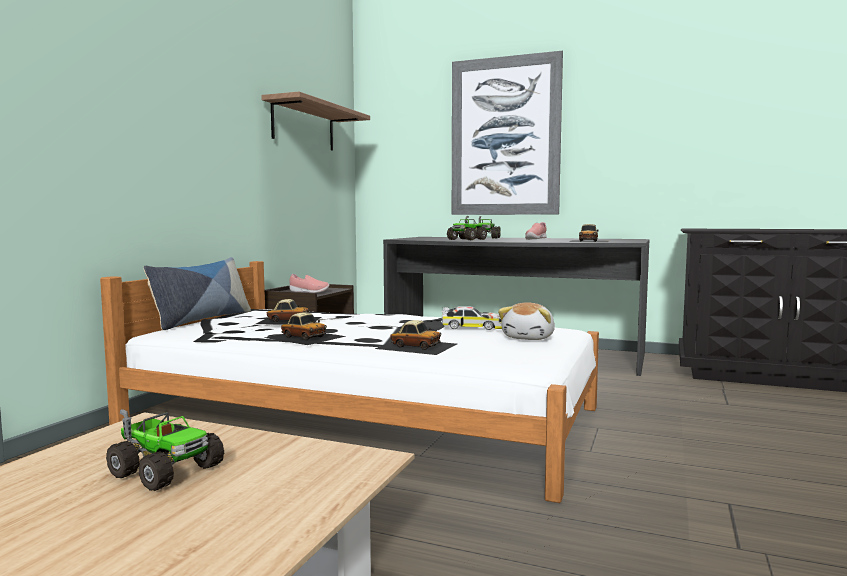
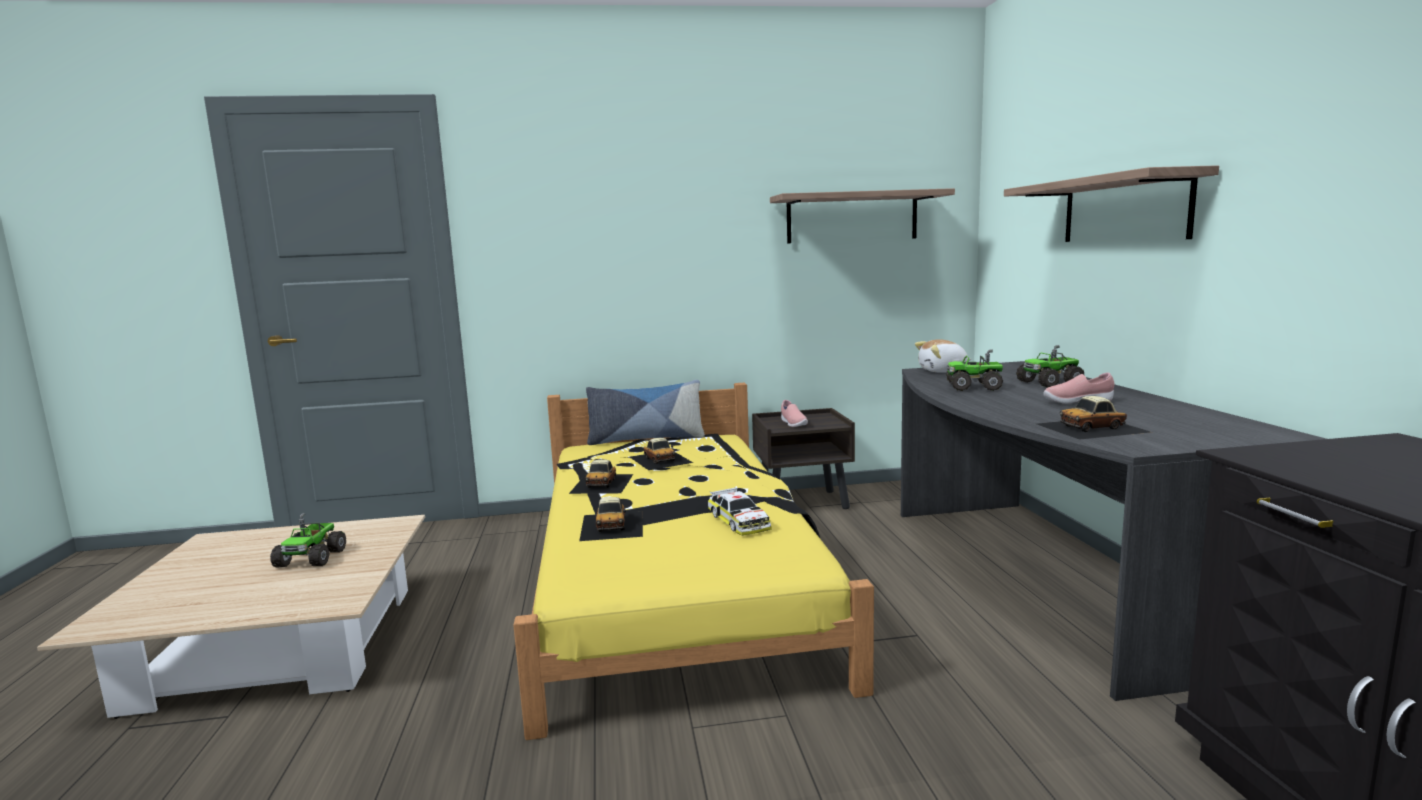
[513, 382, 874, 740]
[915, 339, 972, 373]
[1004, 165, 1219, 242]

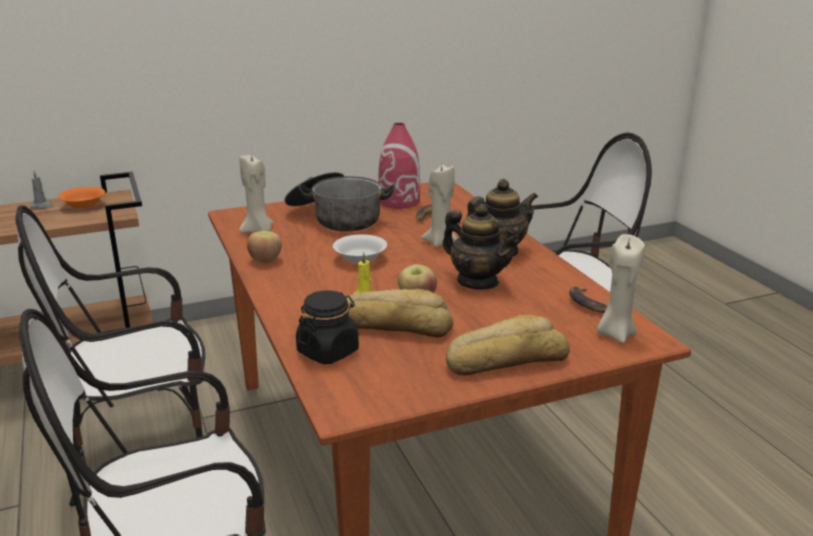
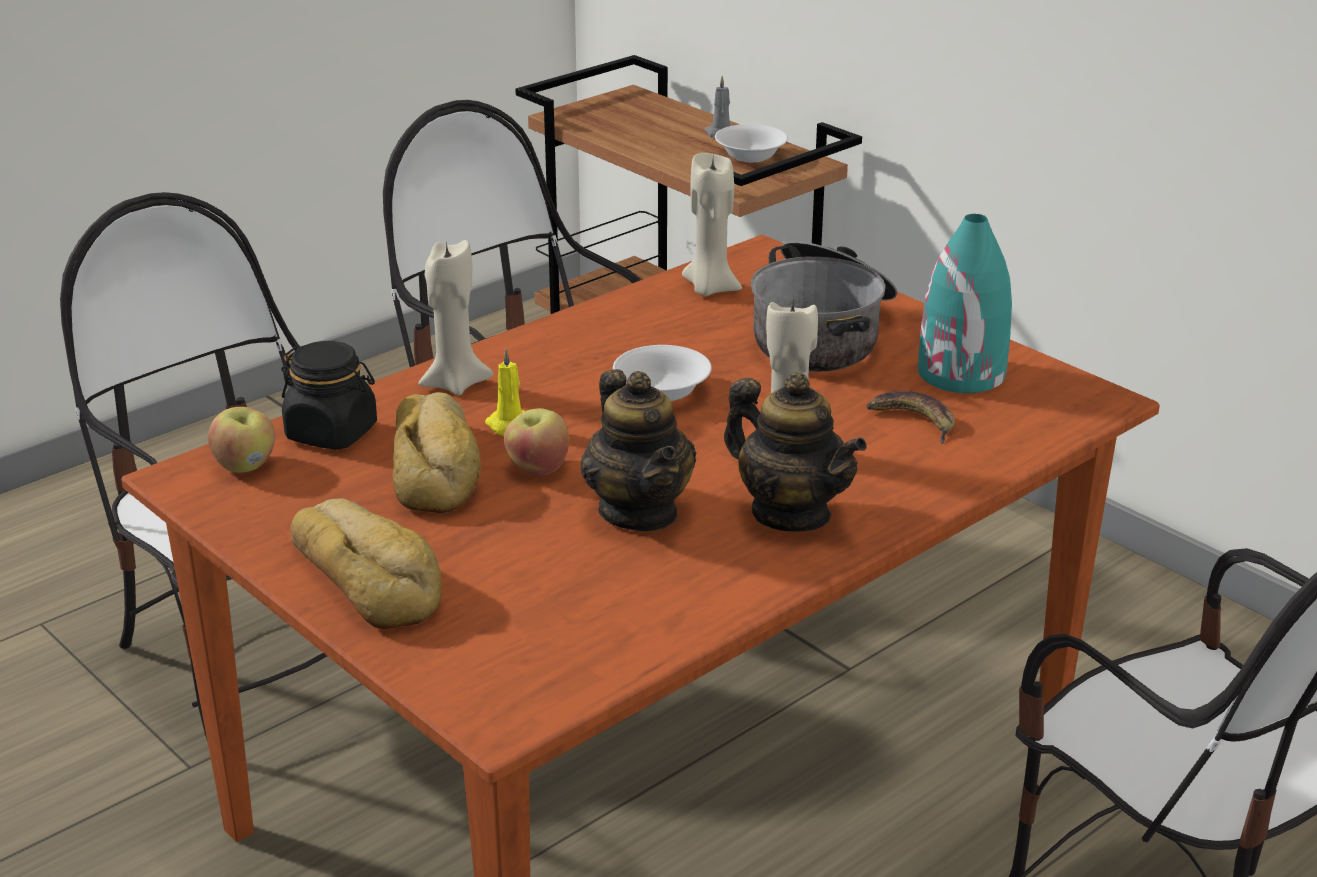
[208, 407, 275, 473]
[418, 240, 493, 395]
[581, 369, 696, 531]
[715, 124, 788, 163]
[918, 214, 1012, 393]
[569, 287, 608, 313] (first image)

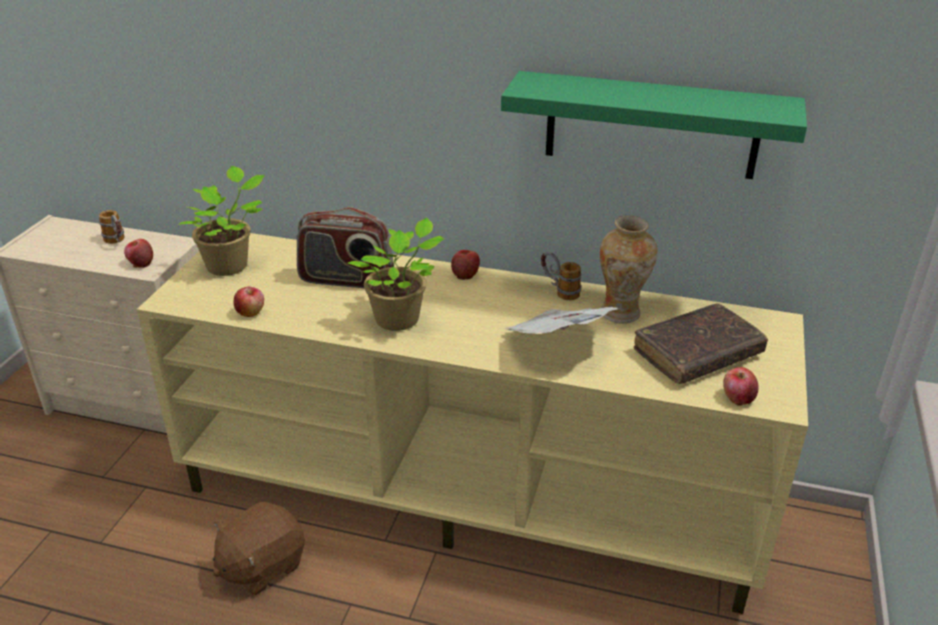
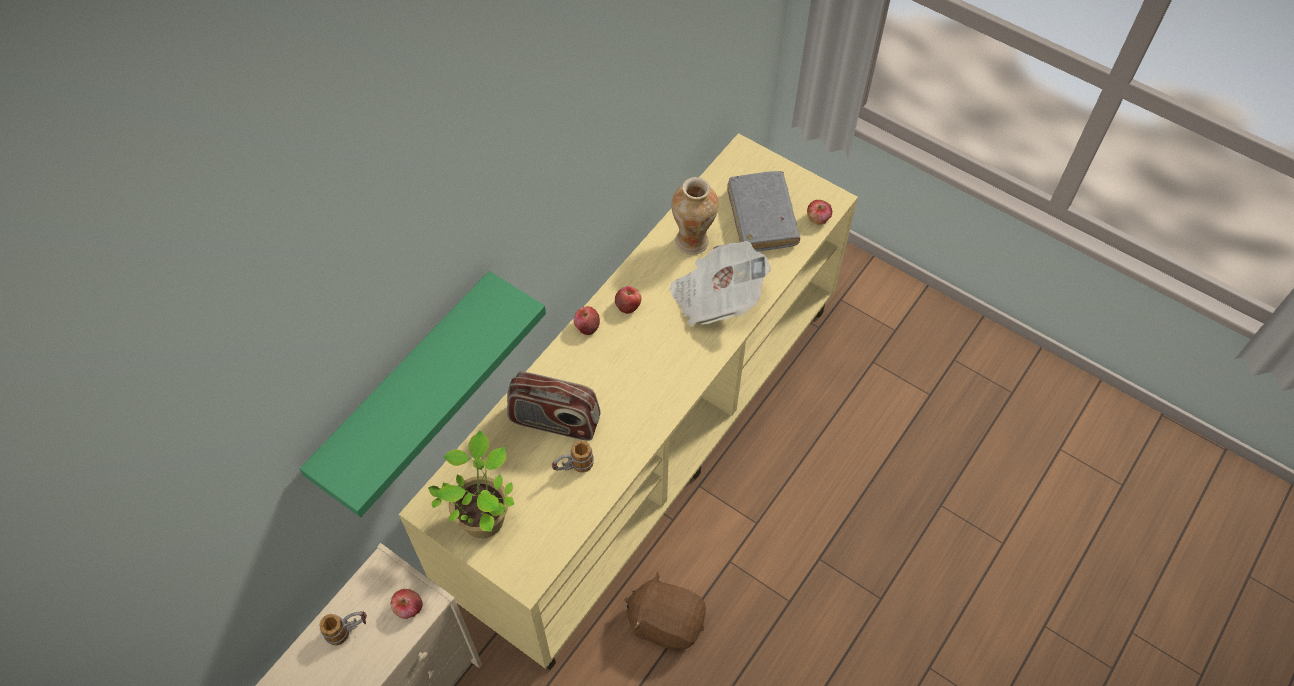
[300, 271, 546, 518]
[507, 372, 600, 441]
[552, 441, 594, 473]
[615, 286, 642, 314]
[624, 571, 706, 651]
[727, 171, 800, 252]
[347, 218, 444, 331] (first image)

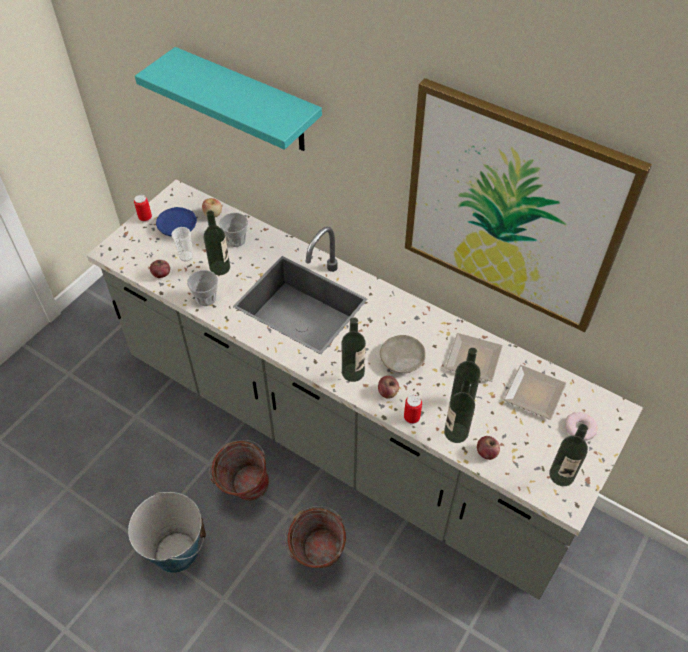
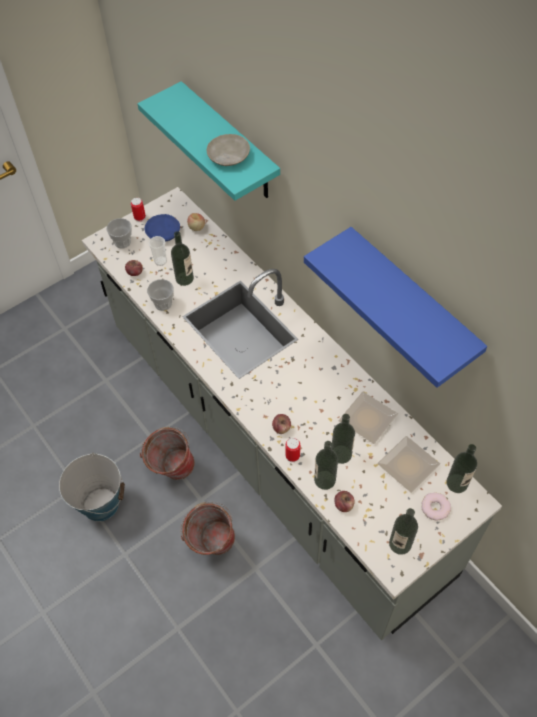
[107, 218, 132, 249]
[207, 134, 250, 166]
[304, 227, 487, 388]
[446, 444, 477, 493]

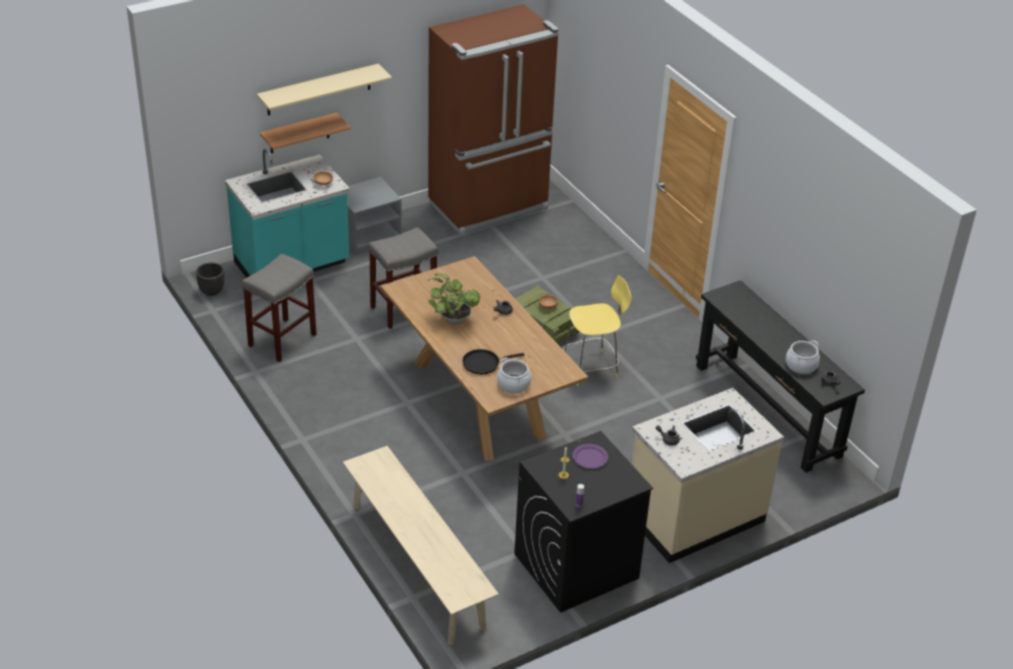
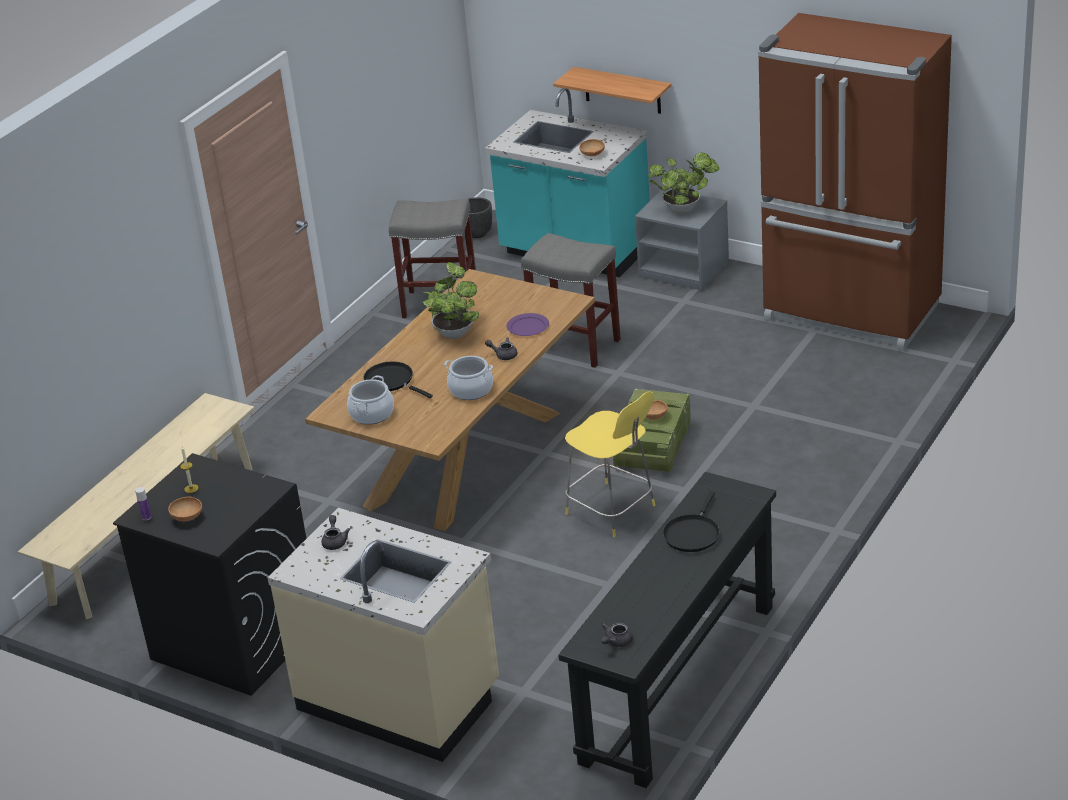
[168, 497, 202, 521]
[444, 356, 493, 400]
[507, 313, 549, 336]
[648, 152, 719, 213]
[663, 491, 720, 552]
[257, 64, 392, 115] (first image)

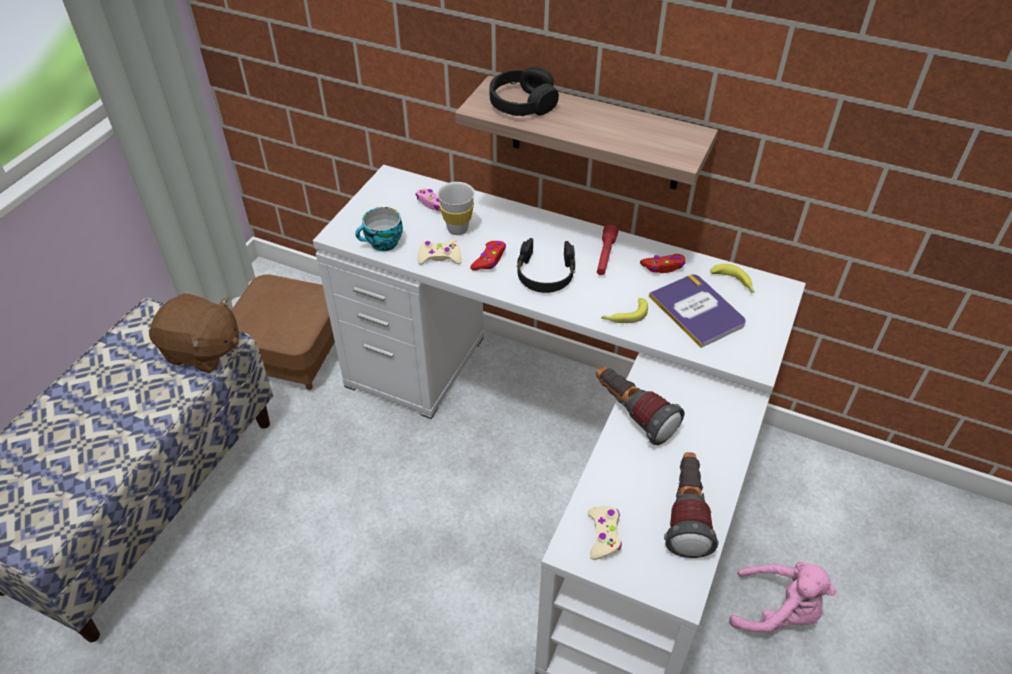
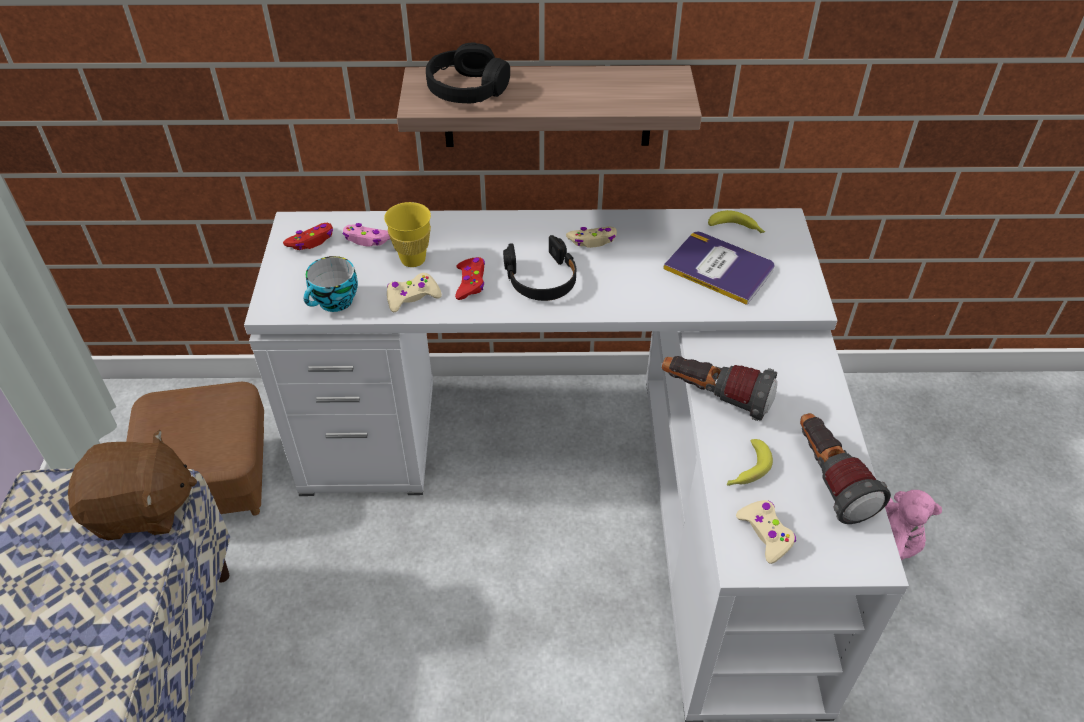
[283, 223, 333, 250]
[384, 202, 431, 267]
[566, 226, 617, 248]
[727, 439, 773, 486]

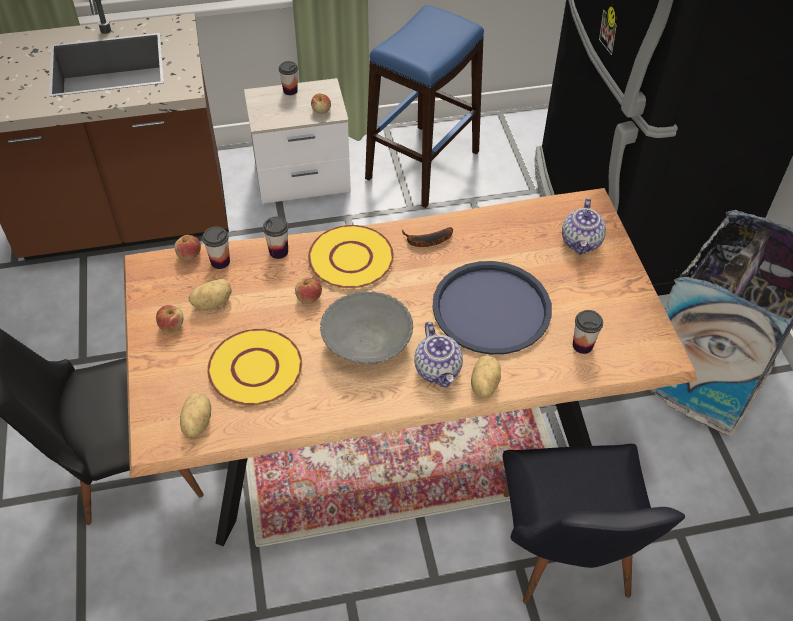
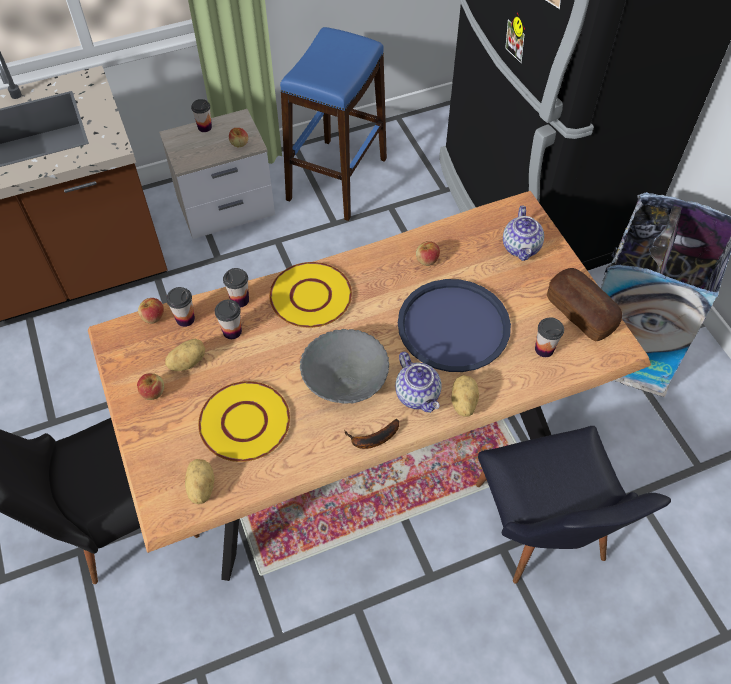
[215, 300, 242, 339]
[344, 419, 399, 449]
[416, 241, 440, 266]
[547, 268, 622, 341]

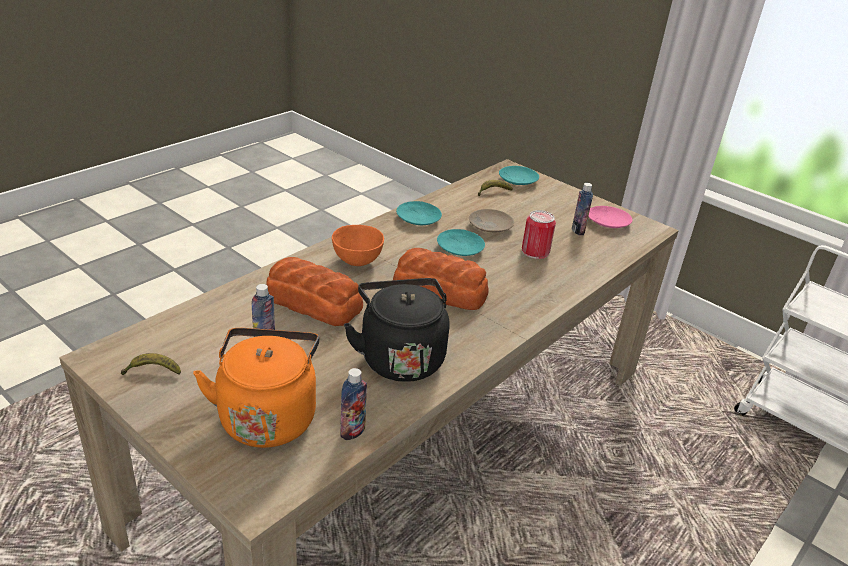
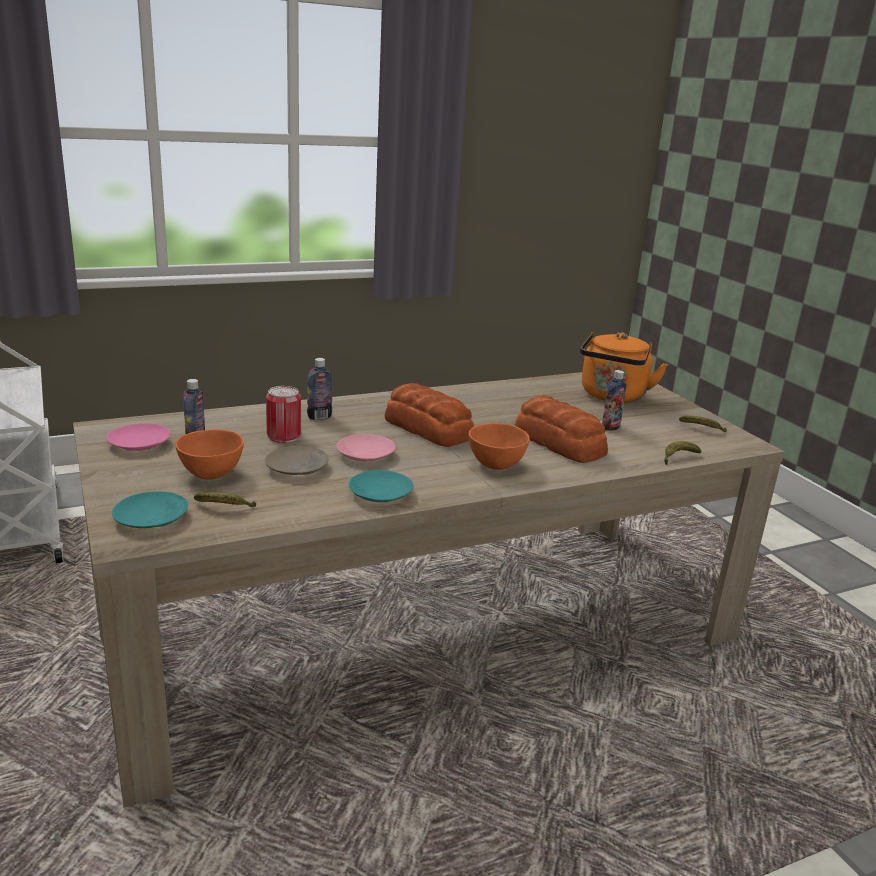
[175, 429, 244, 480]
[307, 358, 333, 420]
[336, 434, 395, 461]
[664, 441, 702, 465]
[344, 278, 449, 382] (first image)

